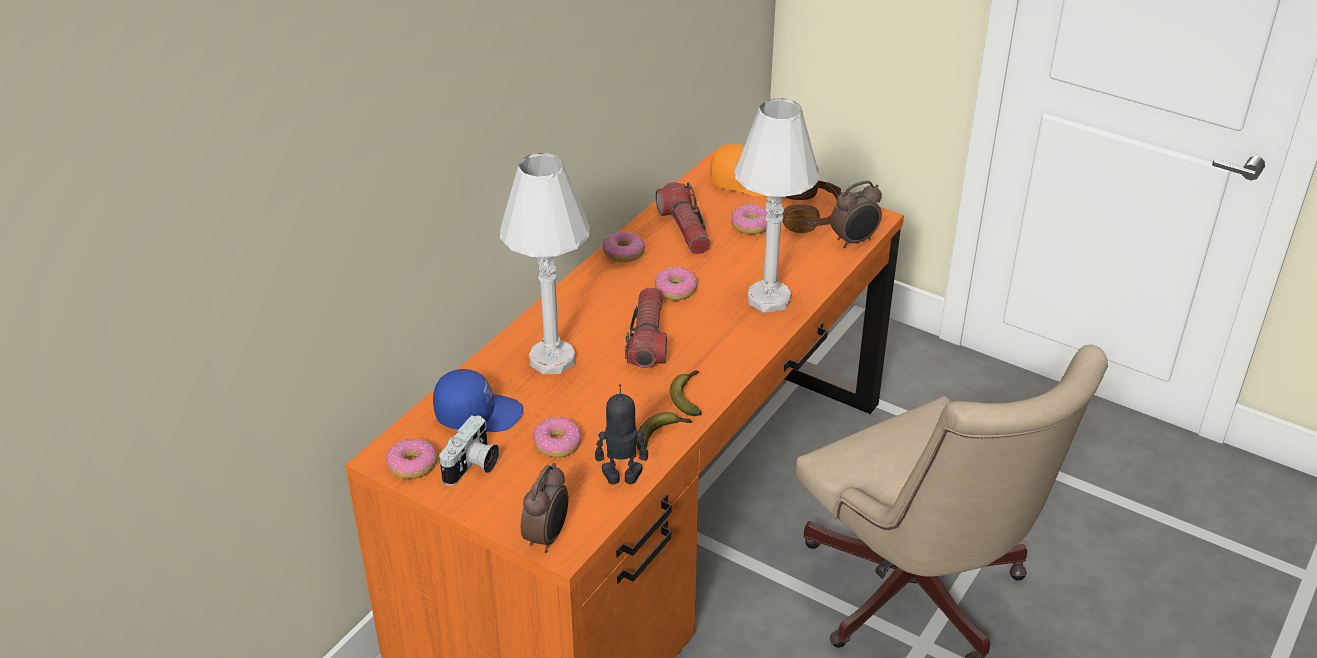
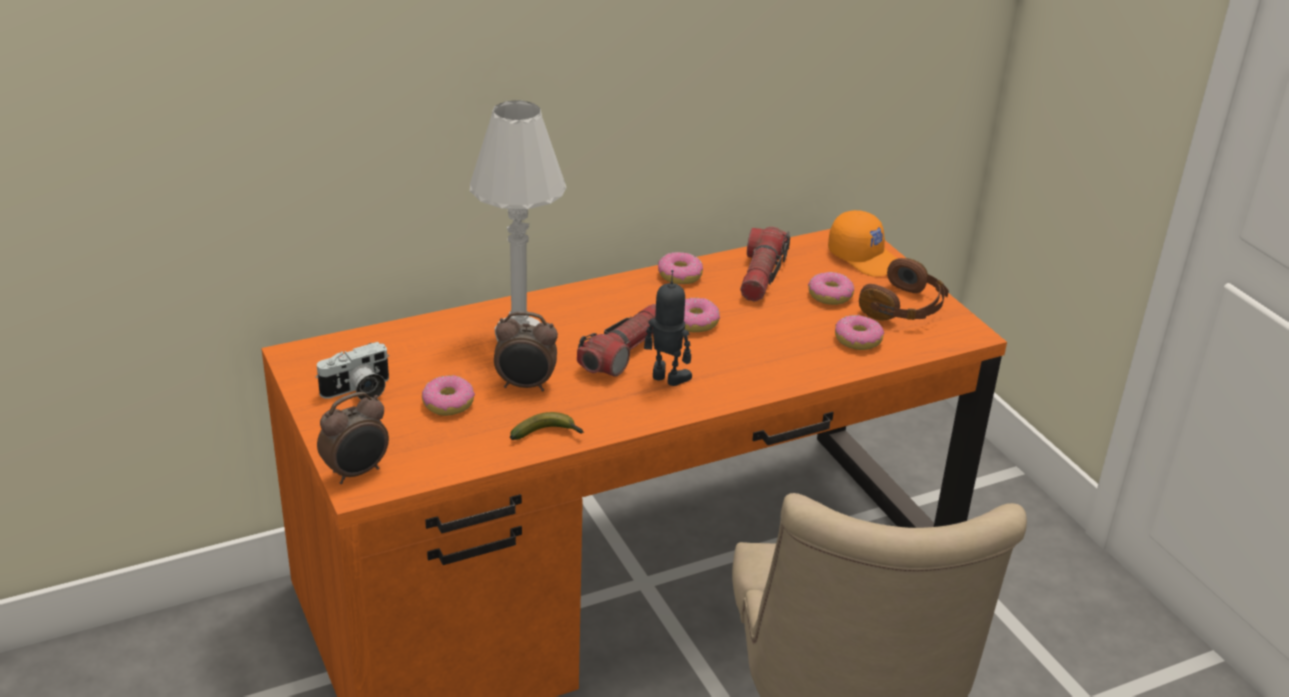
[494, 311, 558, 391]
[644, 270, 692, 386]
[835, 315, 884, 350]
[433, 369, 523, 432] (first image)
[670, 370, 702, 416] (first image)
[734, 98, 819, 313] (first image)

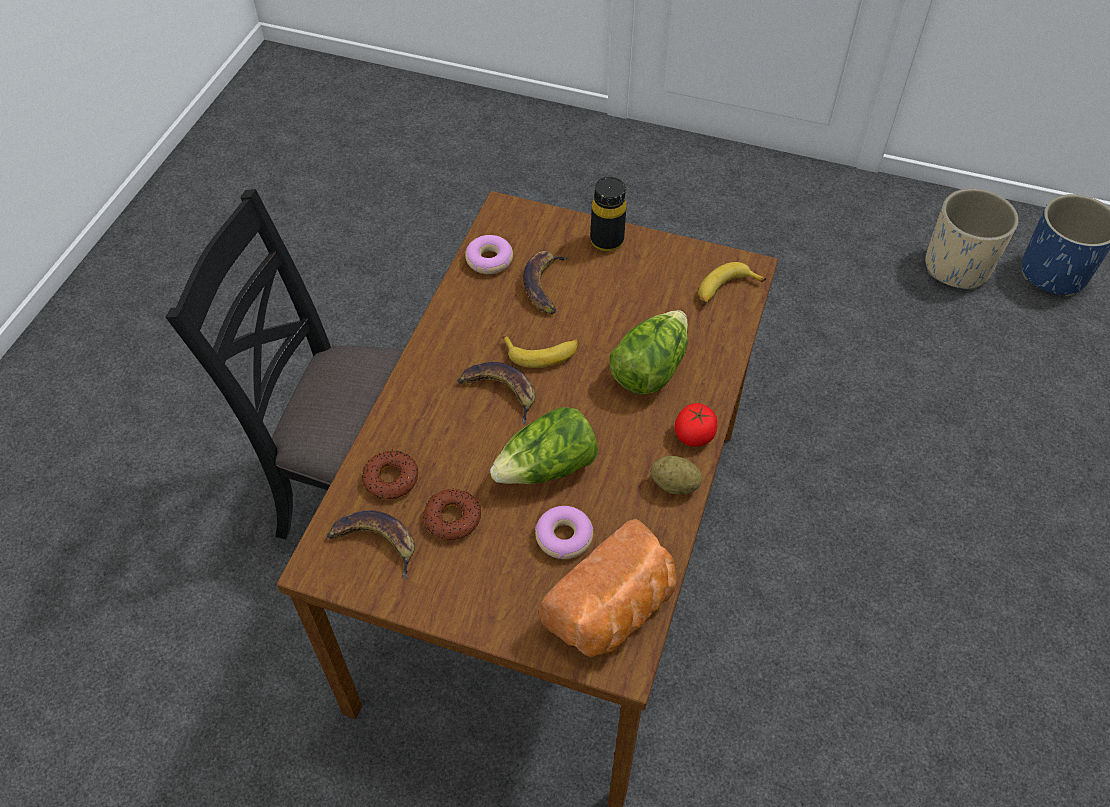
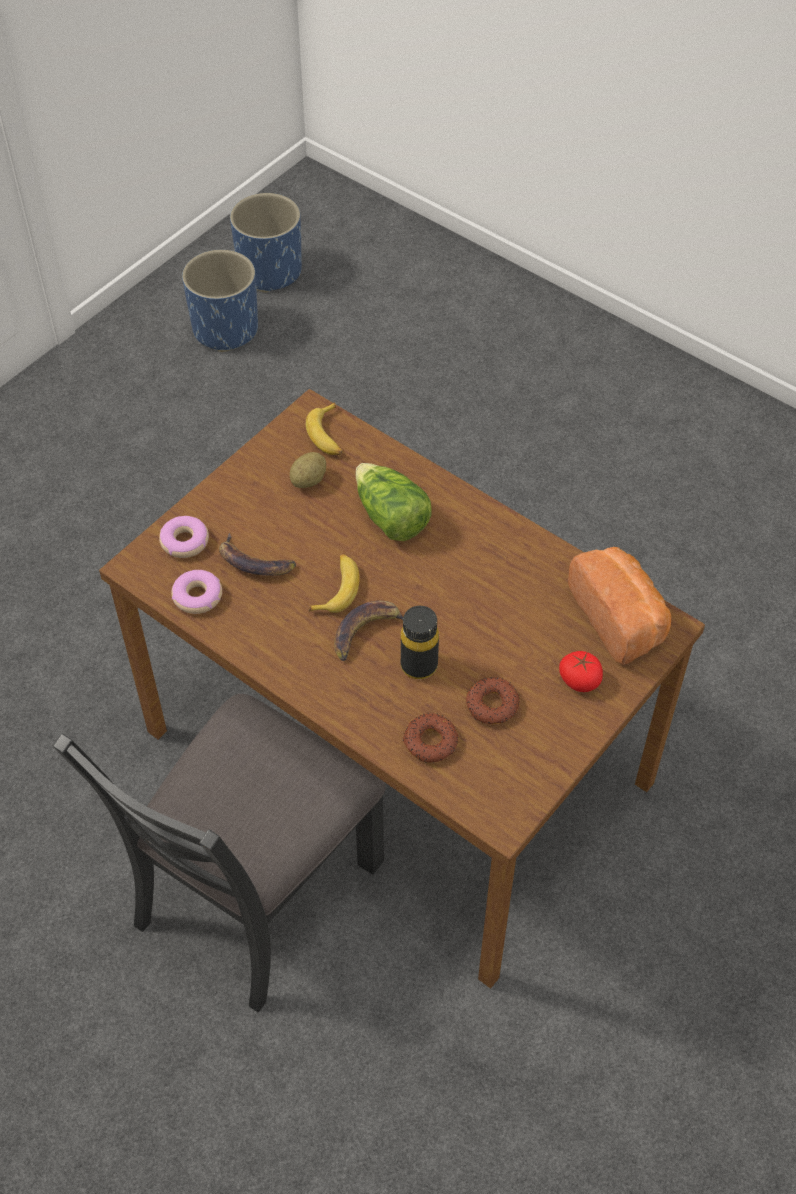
[159, 516, 209, 558]
[182, 250, 258, 352]
[290, 452, 326, 488]
[401, 606, 439, 679]
[559, 651, 603, 692]
[327, 511, 415, 579] (first image)
[490, 407, 598, 484] (first image)

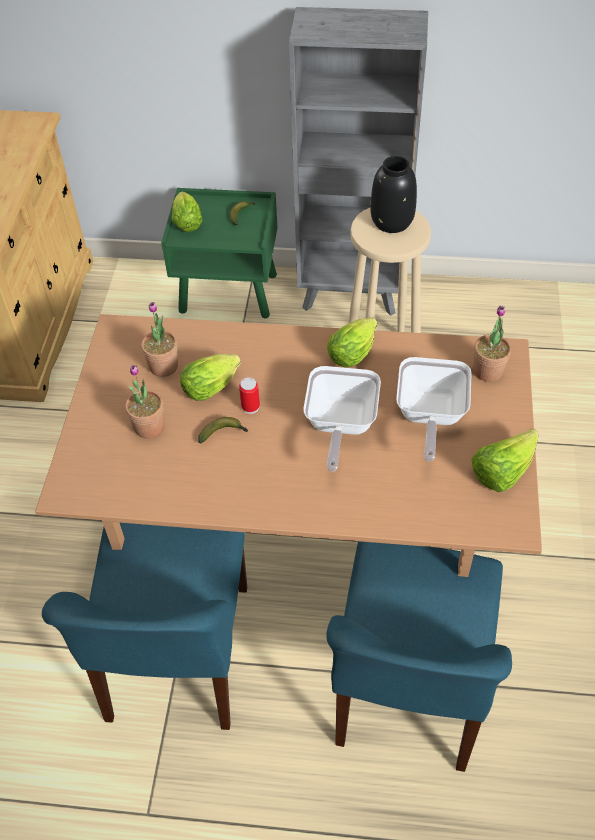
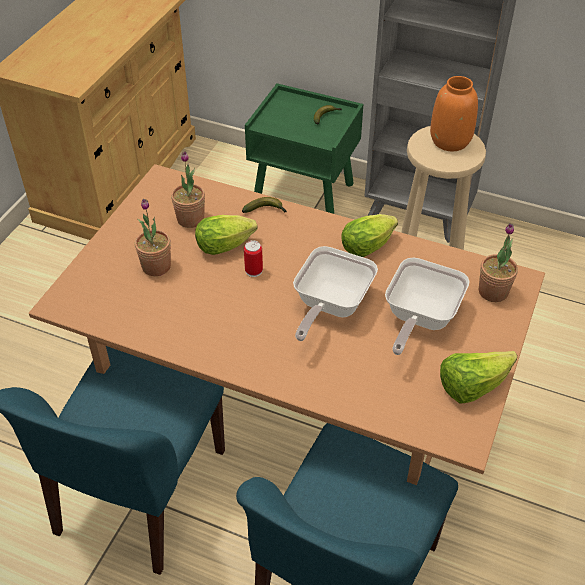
[242, 197, 287, 213]
[430, 76, 478, 151]
[172, 191, 202, 232] (first image)

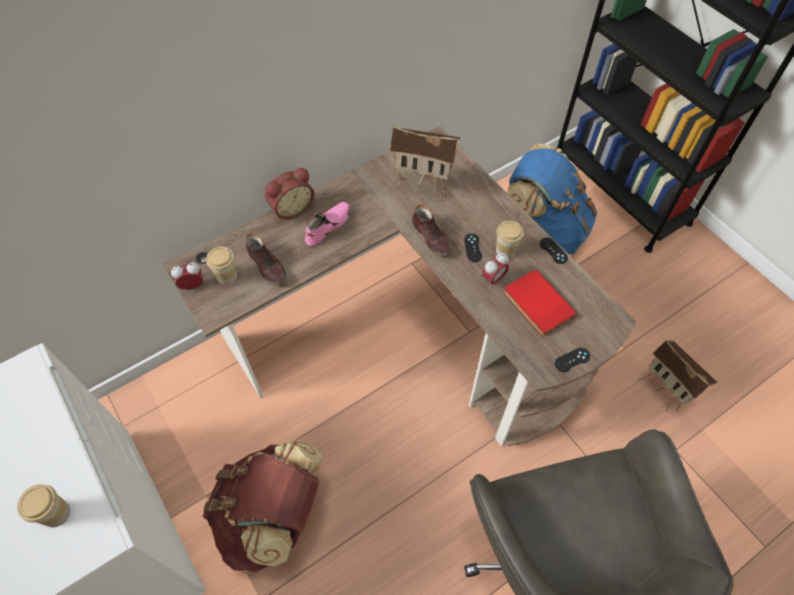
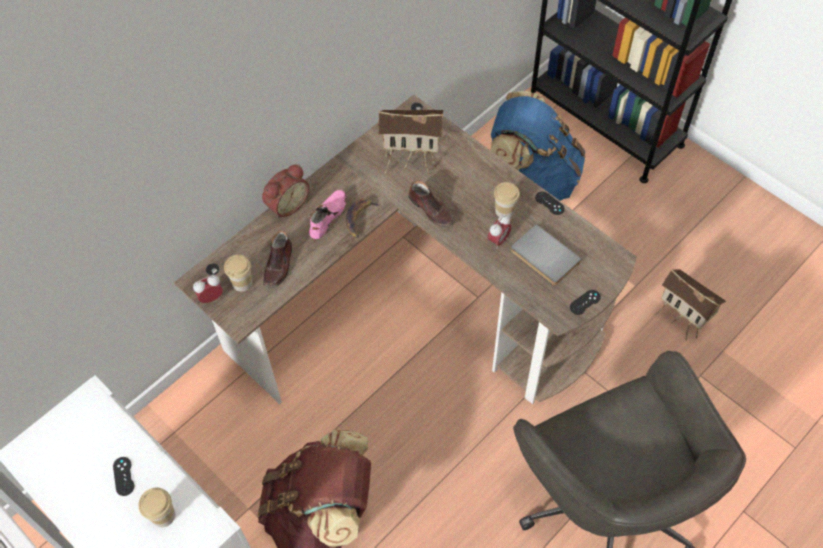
[113, 457, 134, 496]
[263, 230, 292, 288]
[346, 198, 381, 238]
[511, 224, 582, 286]

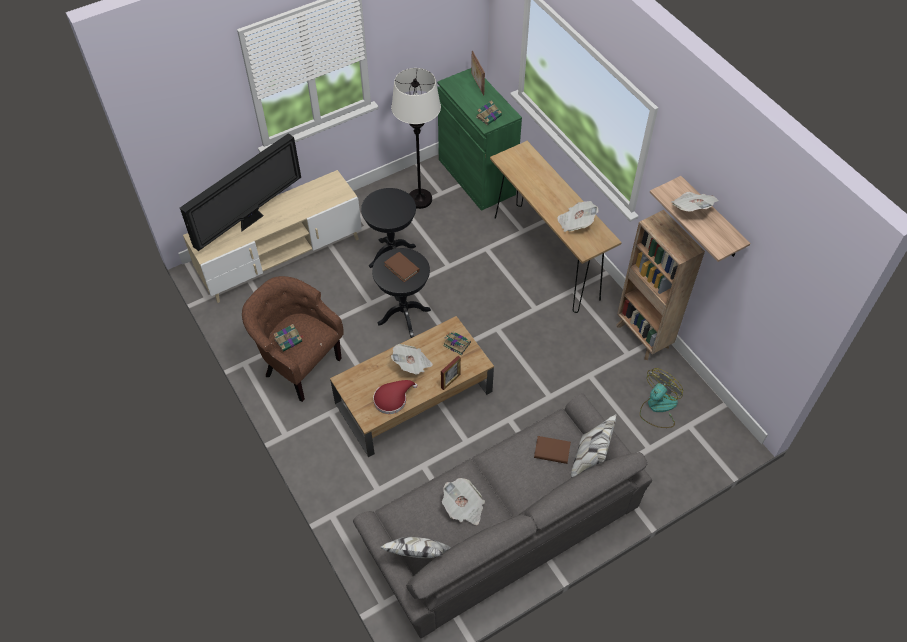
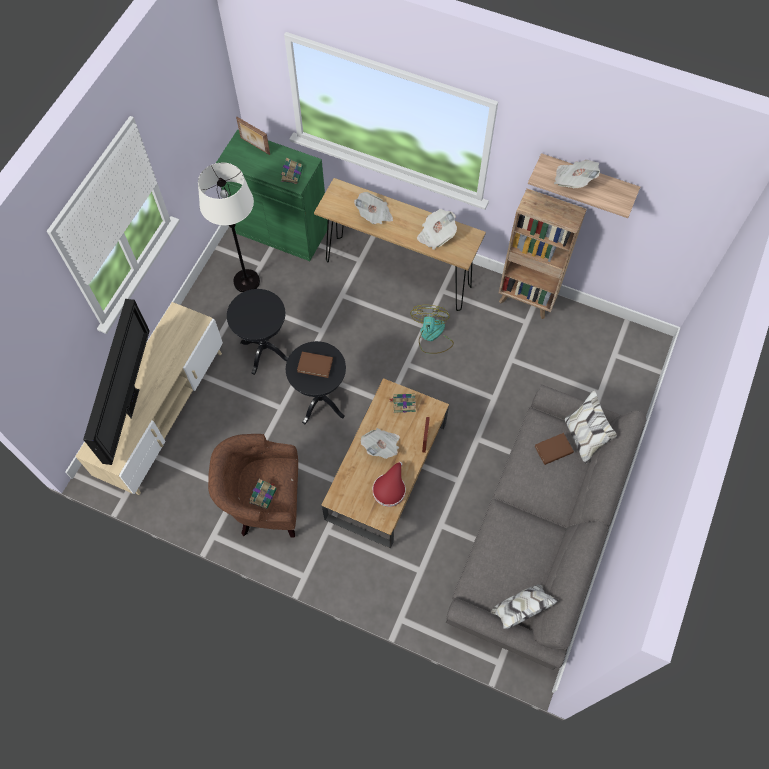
[354, 192, 393, 225]
[410, 305, 454, 354]

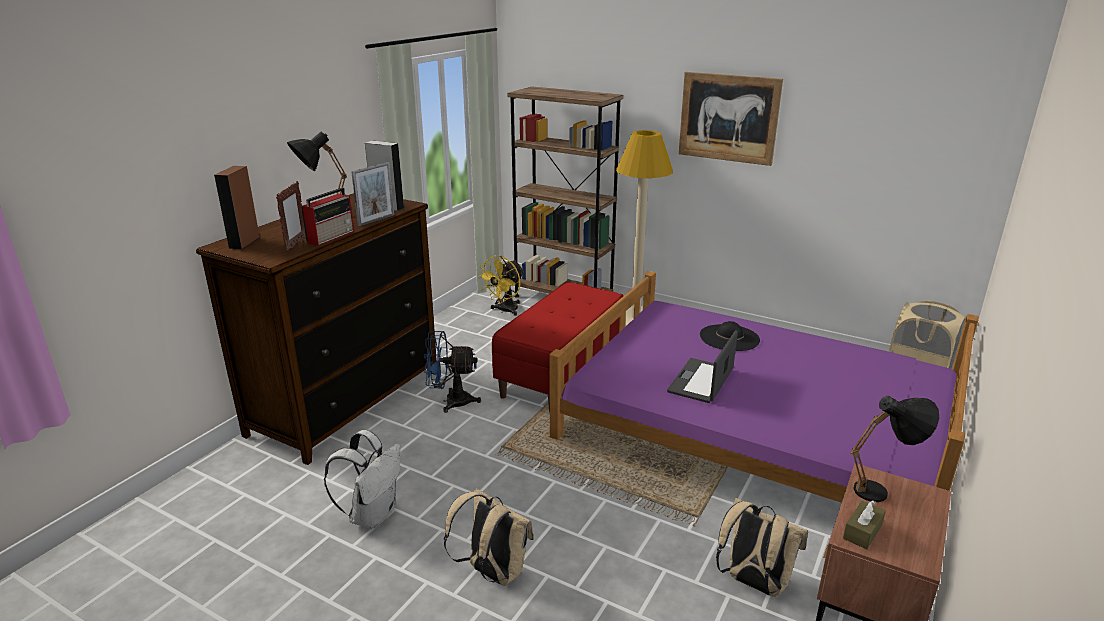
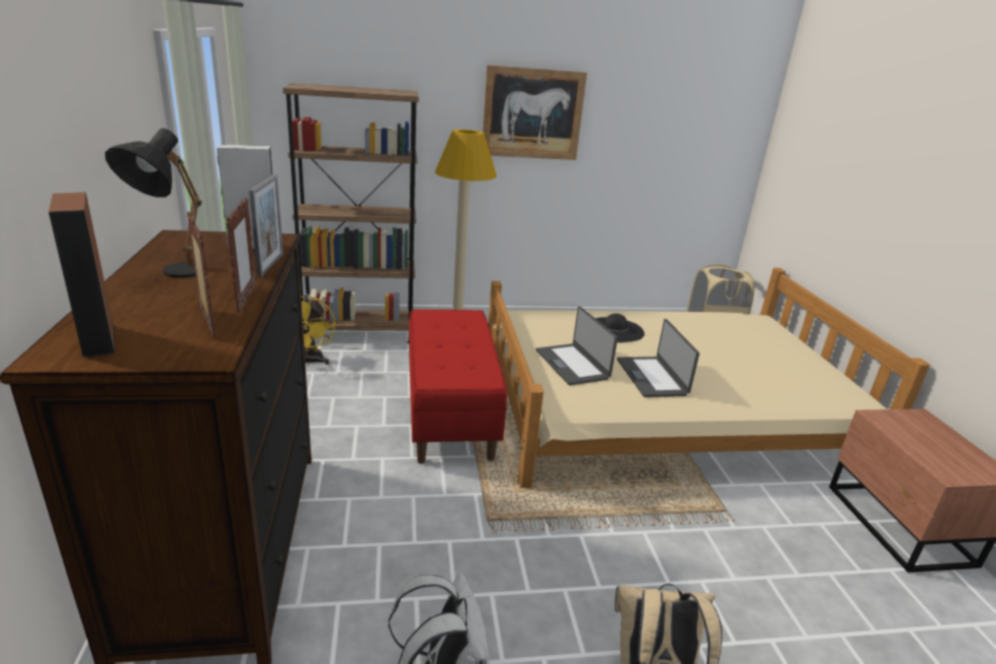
[226, 197, 256, 313]
[488, 268, 930, 488]
[536, 306, 618, 385]
[424, 331, 481, 413] (first image)
[716, 498, 808, 597] (first image)
[843, 500, 886, 549] (first image)
[850, 396, 939, 502] (first image)

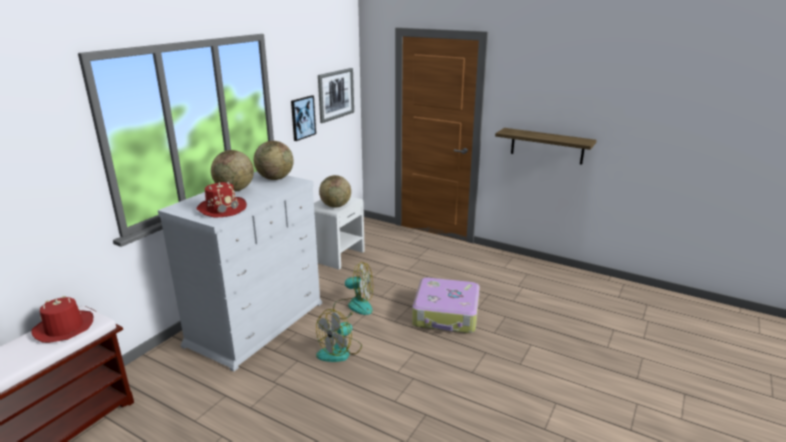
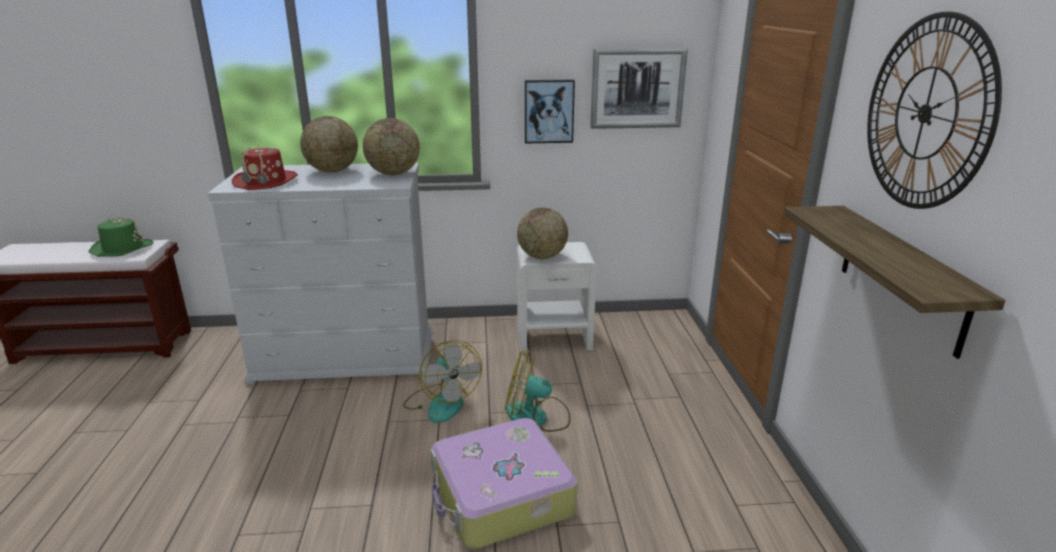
[89, 217, 154, 257]
[505, 350, 571, 432]
[867, 12, 1002, 209]

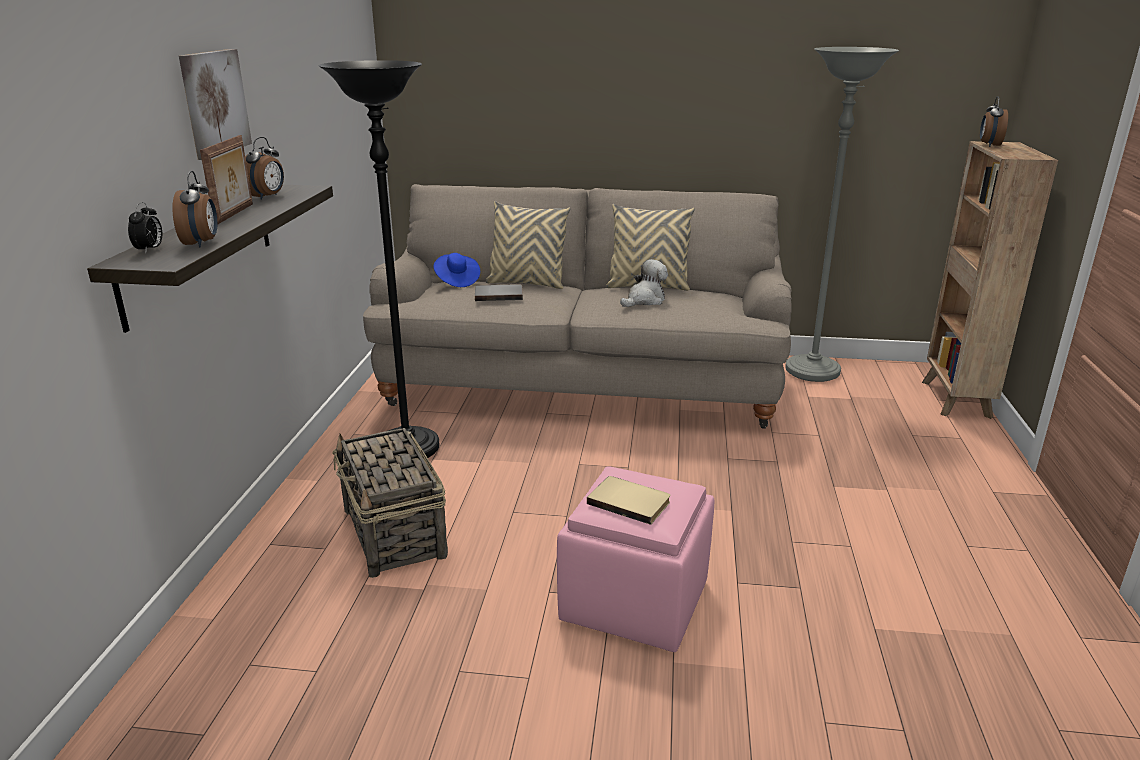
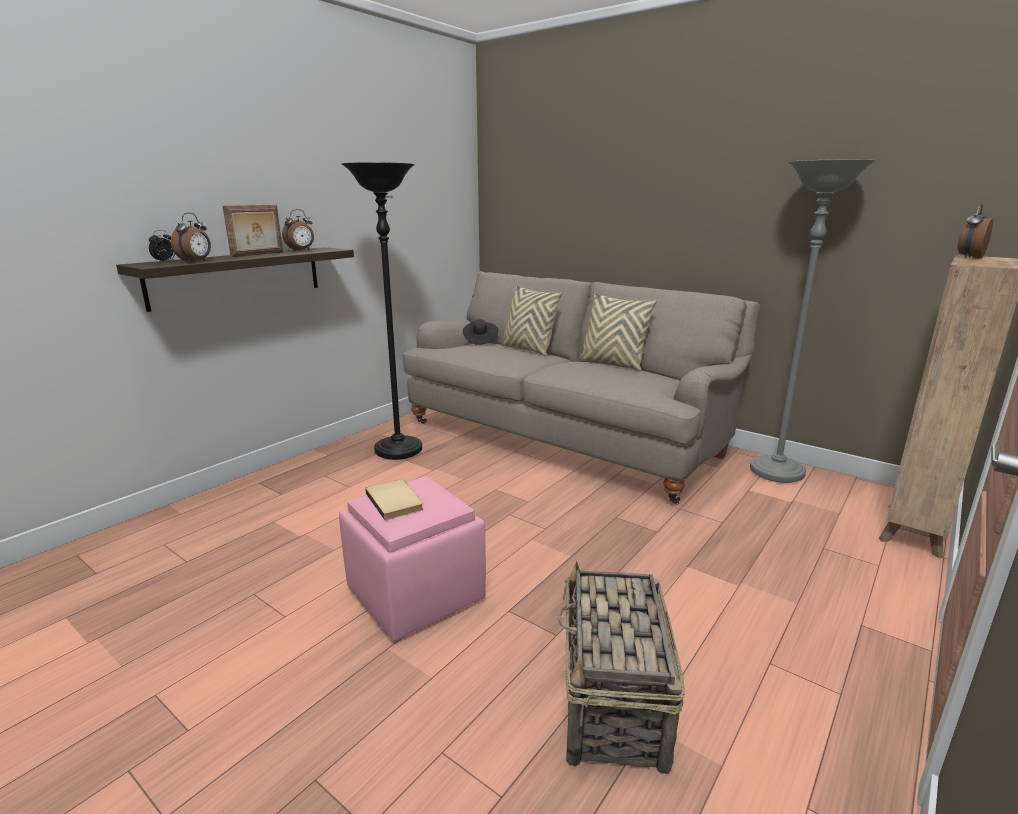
[463, 319, 498, 345]
[557, 562, 685, 774]
[179, 49, 252, 160] (first image)
[475, 284, 523, 301] (first image)
[620, 259, 668, 307] (first image)

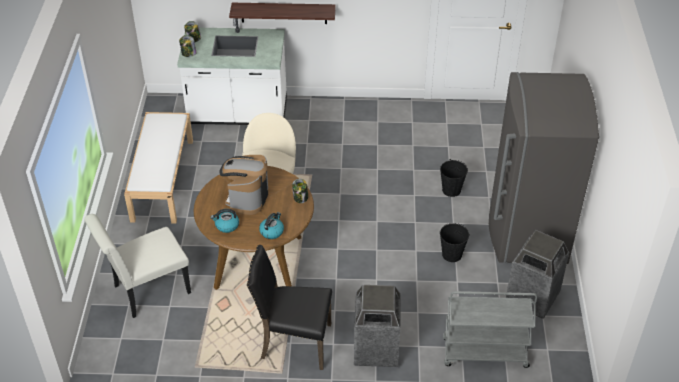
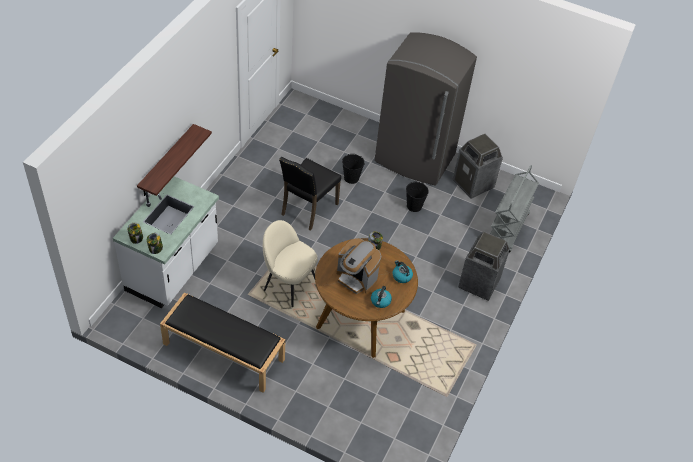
[160, 292, 286, 393]
[279, 157, 341, 231]
[84, 214, 191, 318] (first image)

